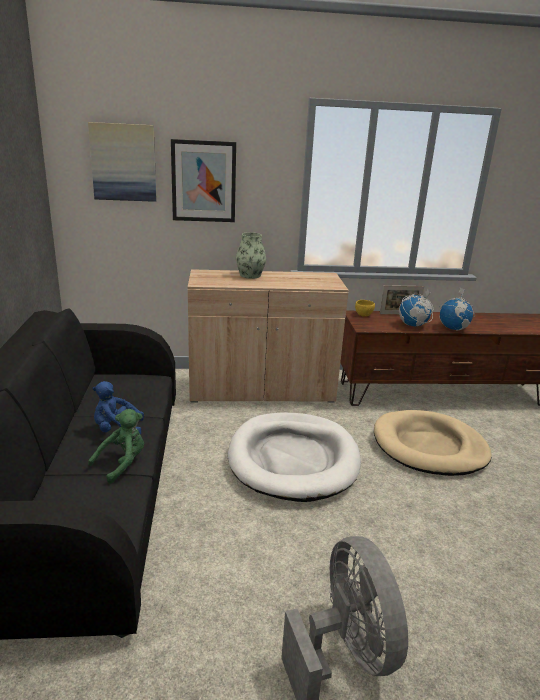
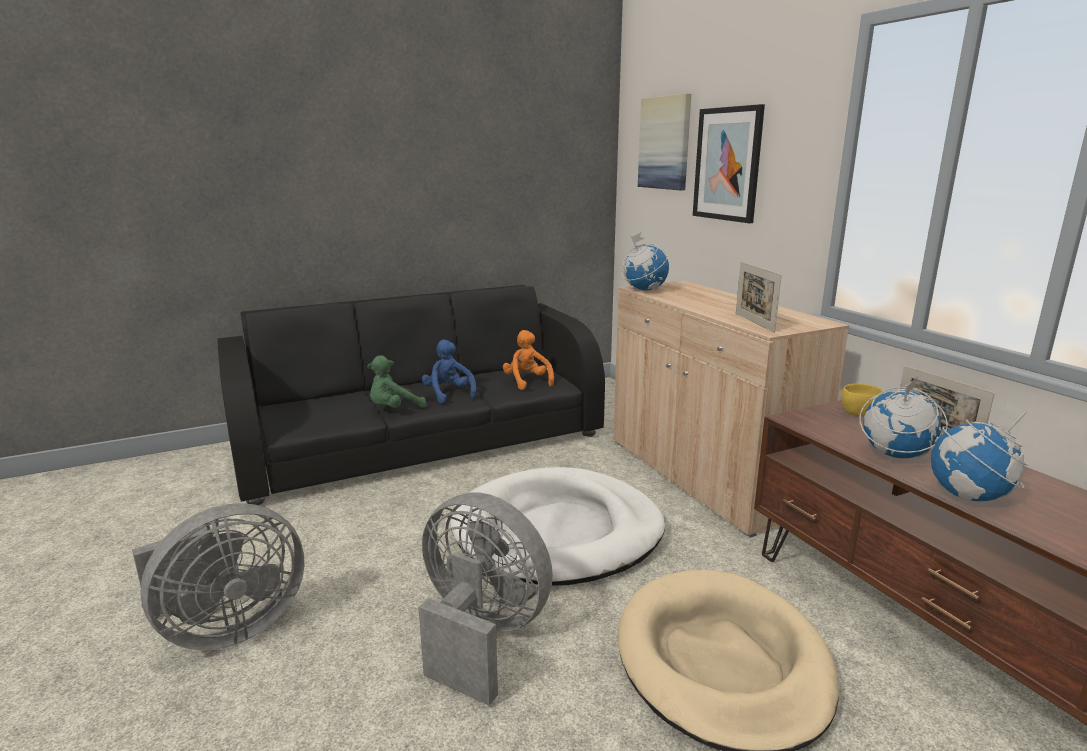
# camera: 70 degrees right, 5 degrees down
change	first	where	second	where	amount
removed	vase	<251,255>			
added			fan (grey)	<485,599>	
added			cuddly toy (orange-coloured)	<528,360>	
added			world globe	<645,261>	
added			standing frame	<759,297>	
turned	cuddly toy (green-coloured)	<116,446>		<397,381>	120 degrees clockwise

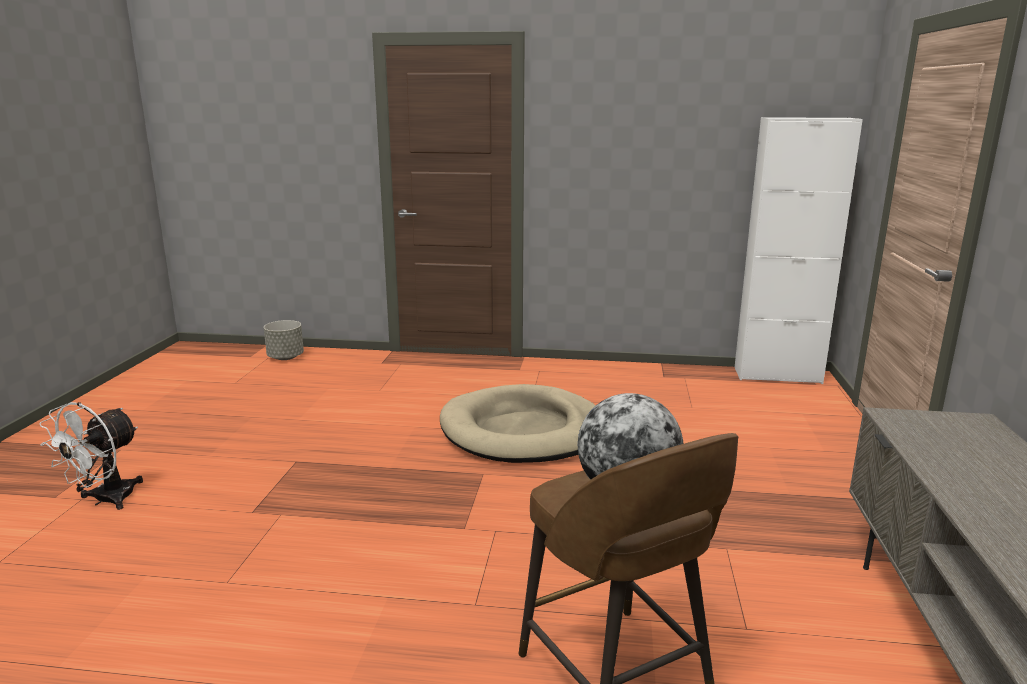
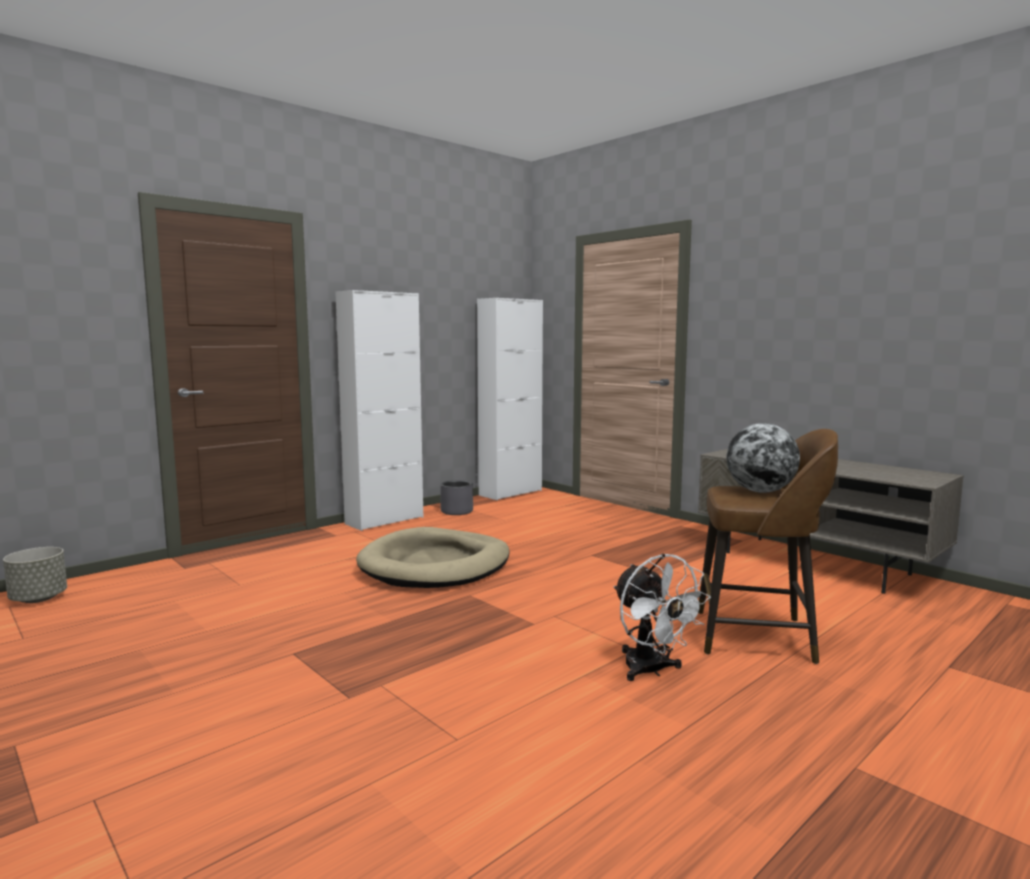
# camera: 50 degrees left, 10 degrees down
change	first	where	second	where	amount
added			cupboard (white)	<379,410>	
added			planter (grey)	<456,497>	
moved	fan (white)	<91,456>		<662,617>	

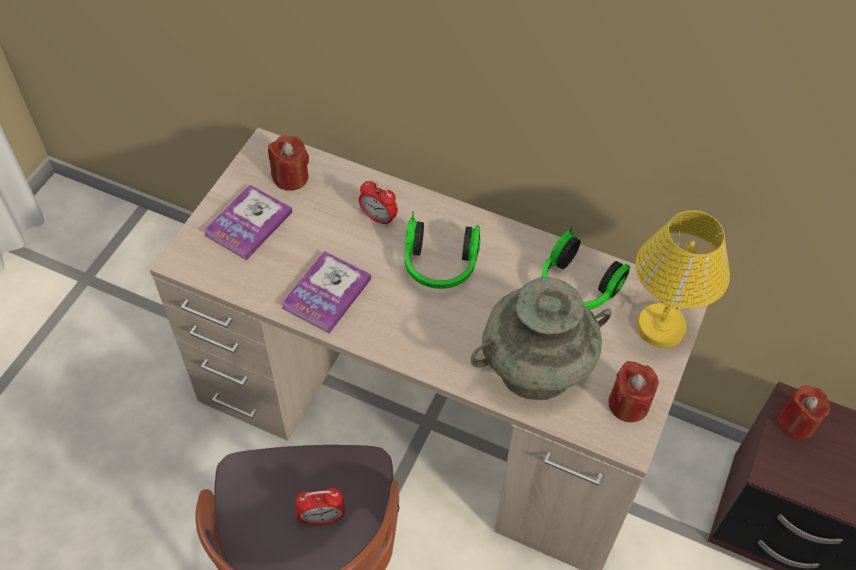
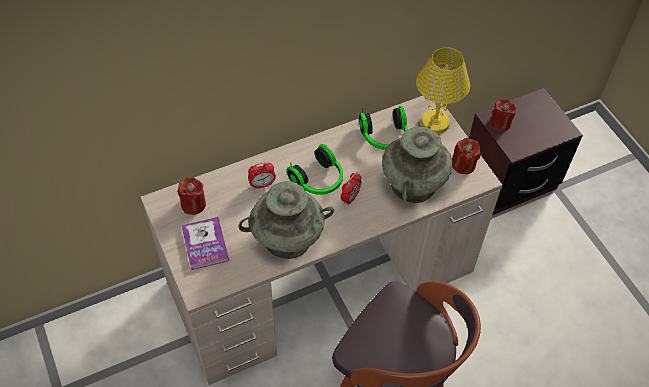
# camera: 50 degrees left, 0 degrees up
change	first	where	second	where	amount
moved	alarm clock	<320,506>		<351,189>	
replaced	volume	<326,292>	vase (turquoise-coloured)	<286,220>	

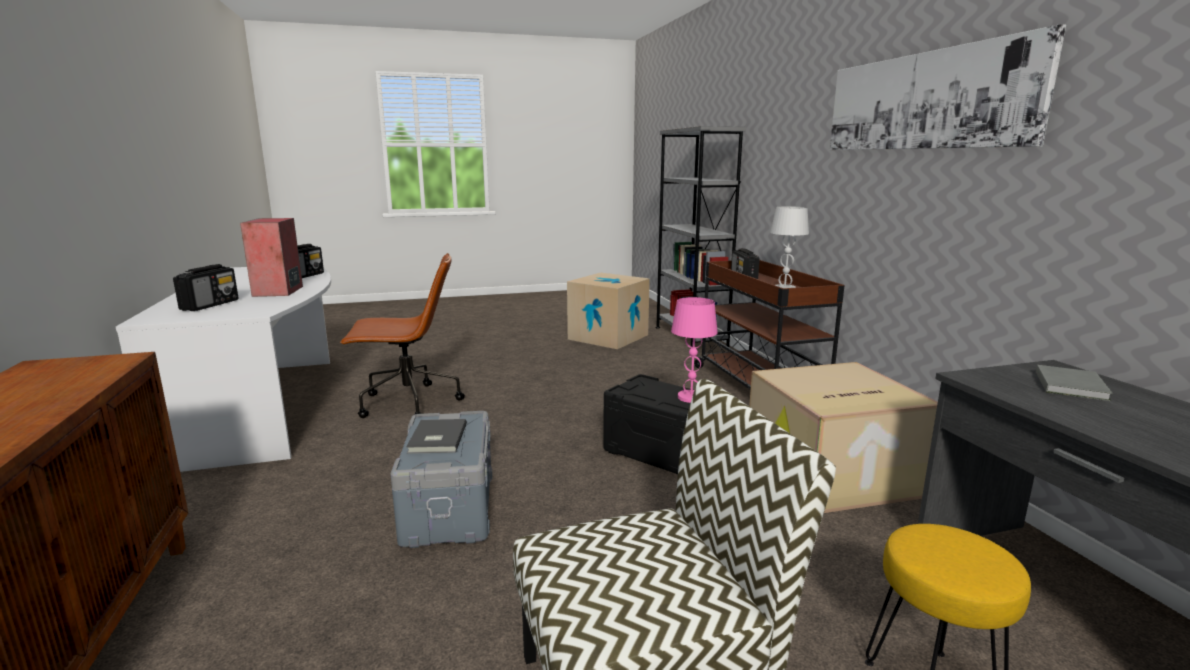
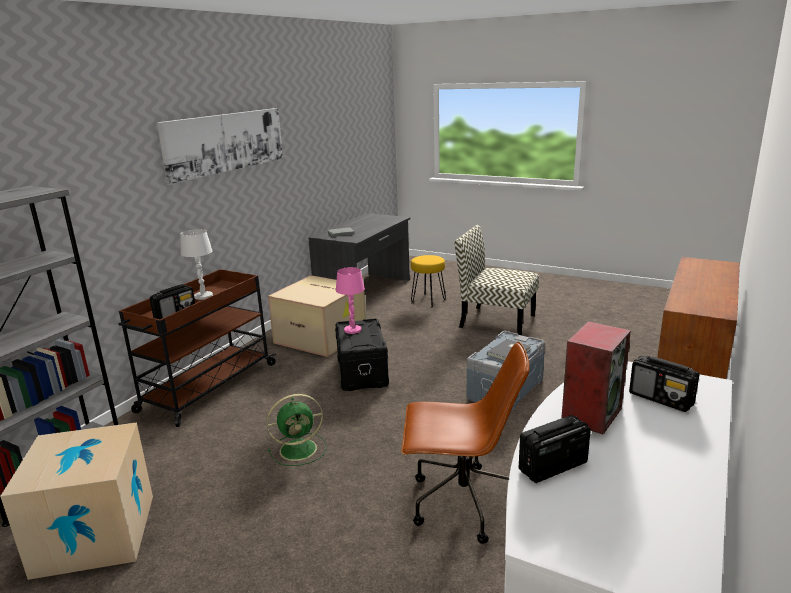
# camera: 135 degrees left, 5 degrees up
change	first	where	second	where	amount
added			fan (green-coloured)	<297,430>	
turned	radio receiver	<205,287>		<664,383>	105 degrees counterclockwise
turned	office chair (brownish)	<402,335>		<465,442>	150 degrees clockwise

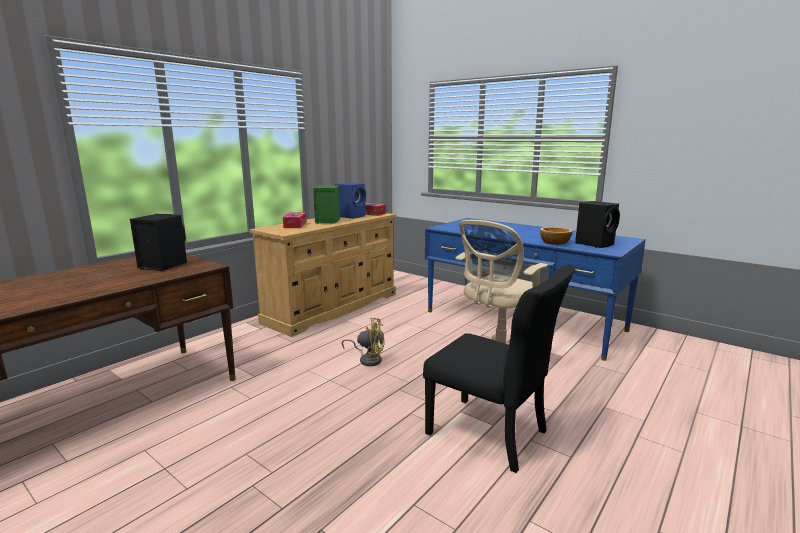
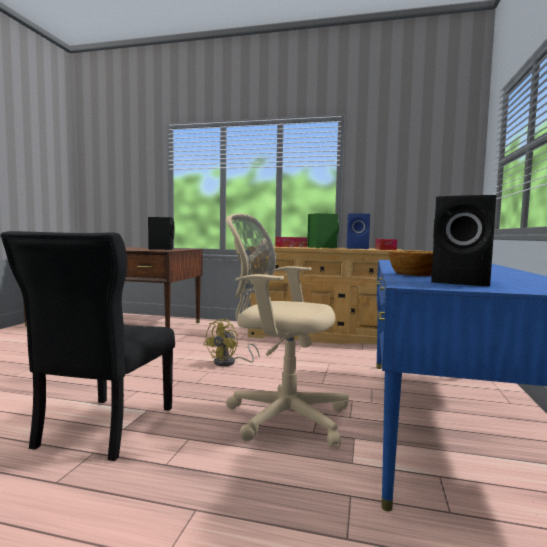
# camera: 65 degrees right, 10 degrees down
change	first	where	second	where	amount
turned	fan (yellow-coloured)	<363,341>		<231,342>	45 degrees clockwise

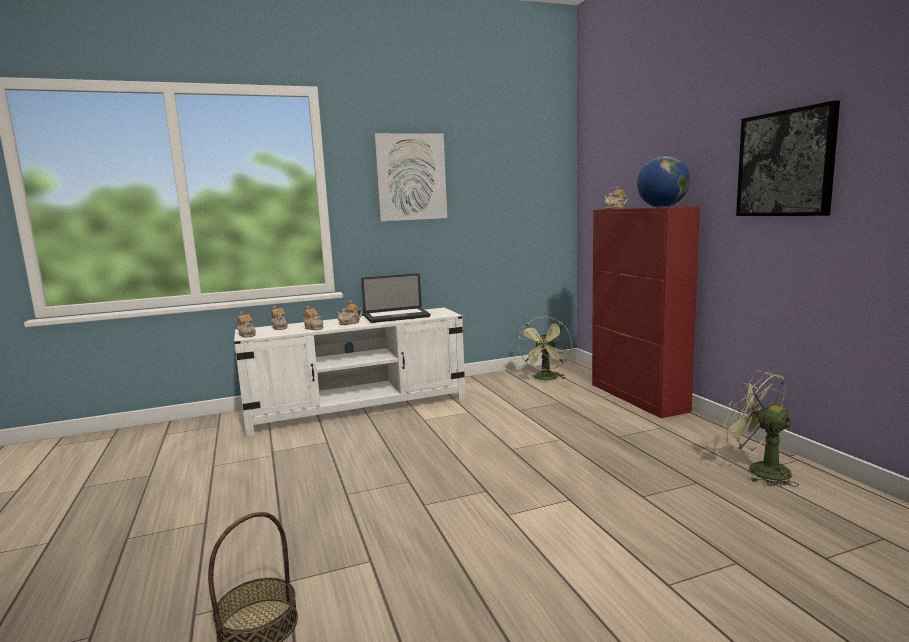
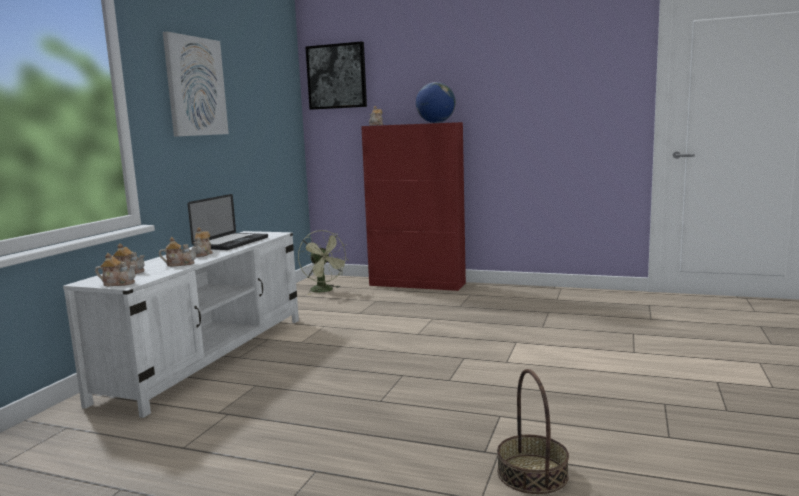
# camera: 50 degrees left, 0 degrees up
change	first	where	second	where	amount
removed	fan (green-coloured)	<761,429>			
moved	wall picture	<788,158>		<336,75>	

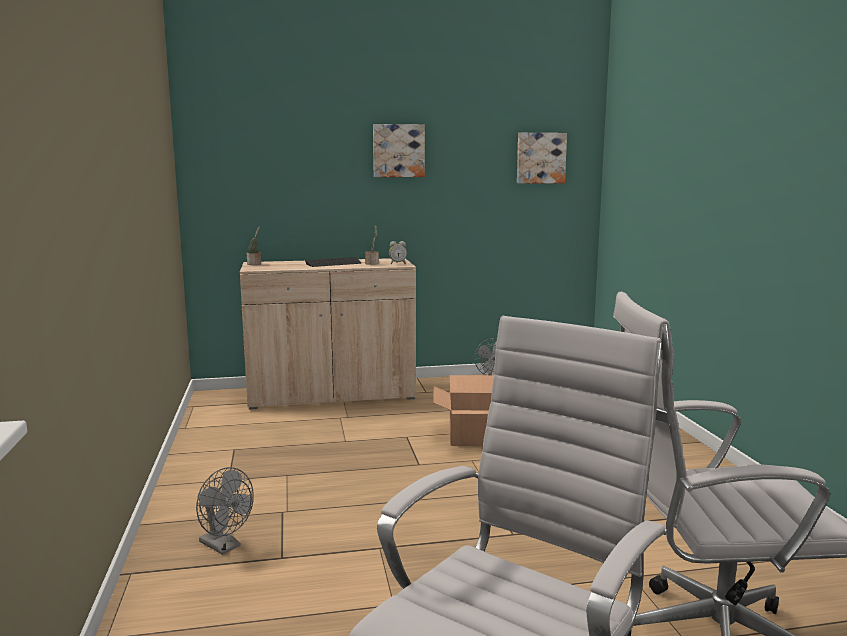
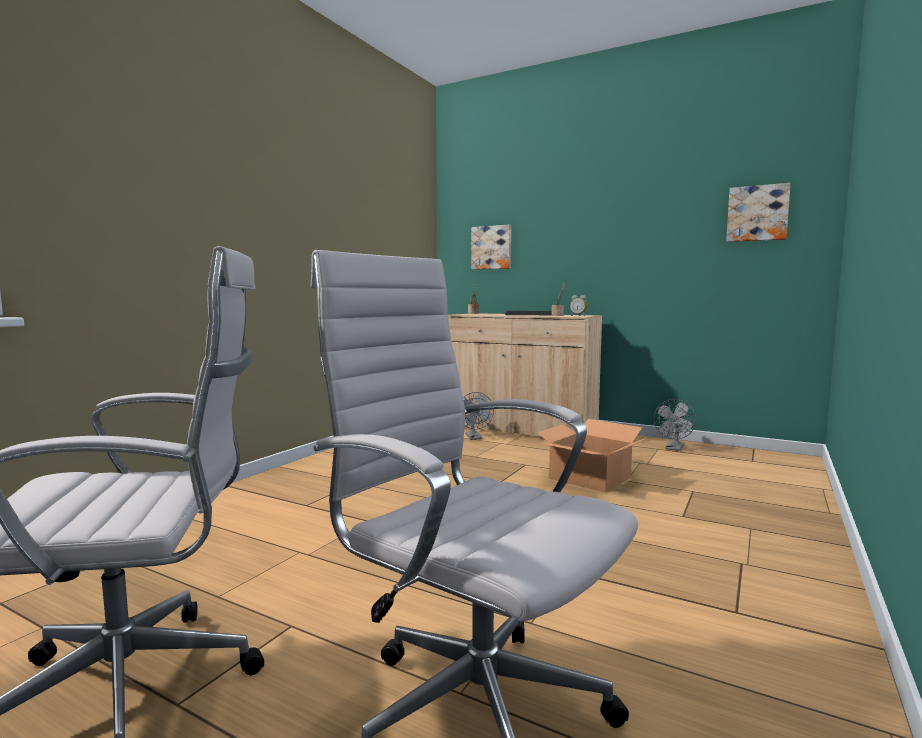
# camera: 40 degrees right, 5 degrees down
change	first	where	second	where	amount
moved	fan (grey)	<225,511>		<478,416>	
moved	wall picture	<399,150>		<491,247>	

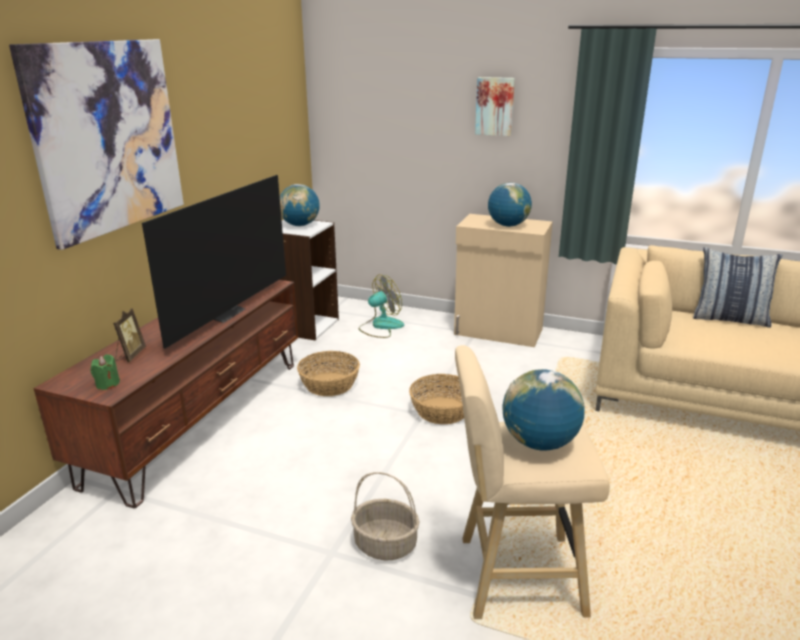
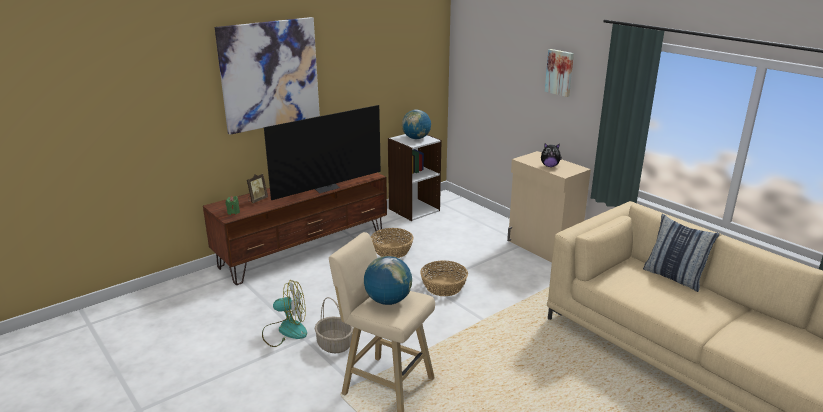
# camera: 30 degrees right, 0 degrees up
change	first	where	second	where	amount
moved	fan	<381,306>		<284,313>	
replaced	world globe	<510,204>	cuddly toy	<551,155>	

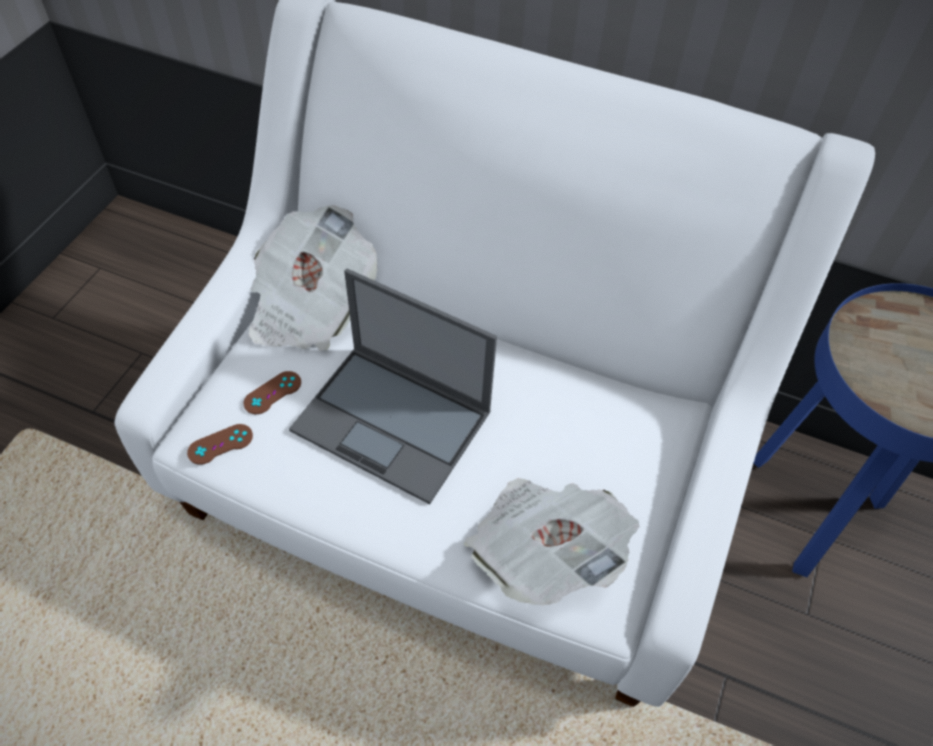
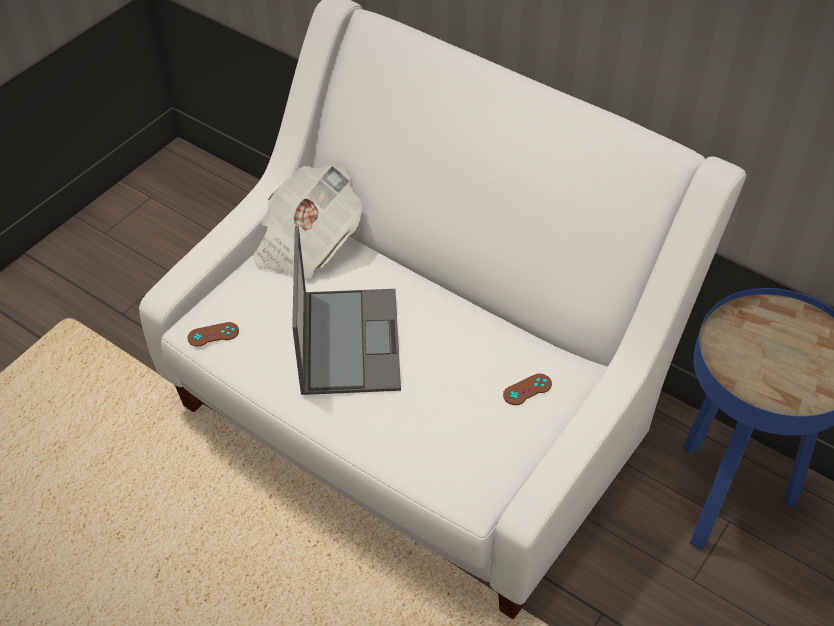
# camera: 15 degrees right, 5 degrees down
change	first	where	second	where	amount
removed	printed paper	<551,541>			
moved	gamepad (brownish)	<272,392>		<527,389>	
turned	portable computer	<393,386>		<346,310>	135 degrees counterclockwise

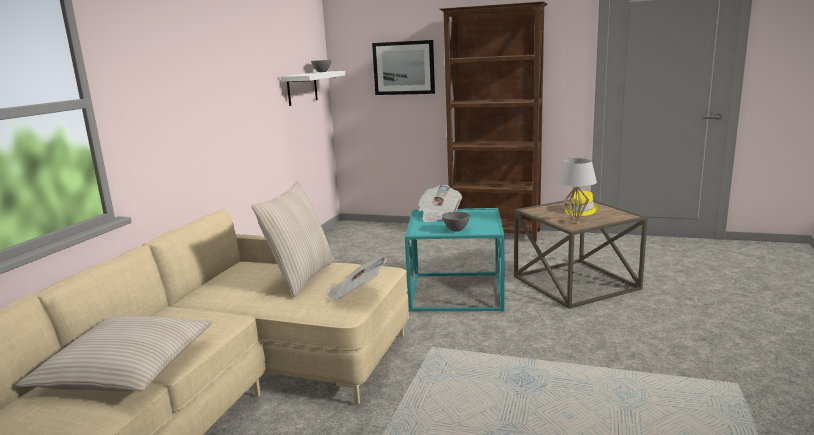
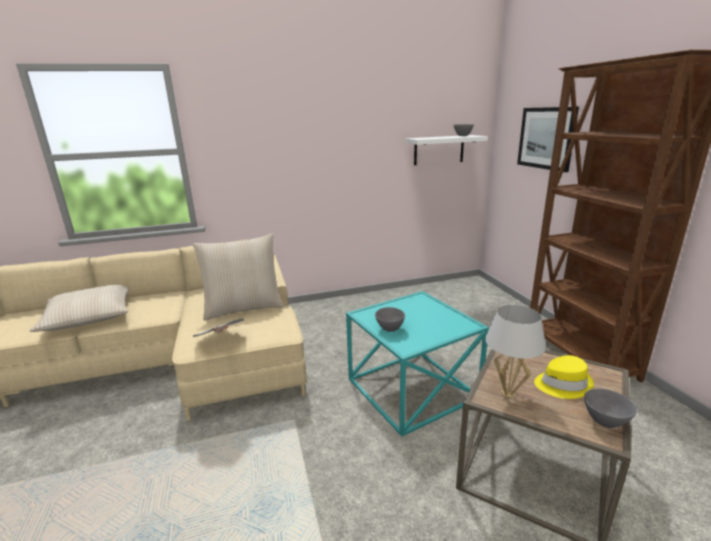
# camera: 55 degrees right, 5 degrees up
change	first	where	second	where	amount
removed	printed paper	<440,203>			
added			serving bowl (grey)	<610,408>	

